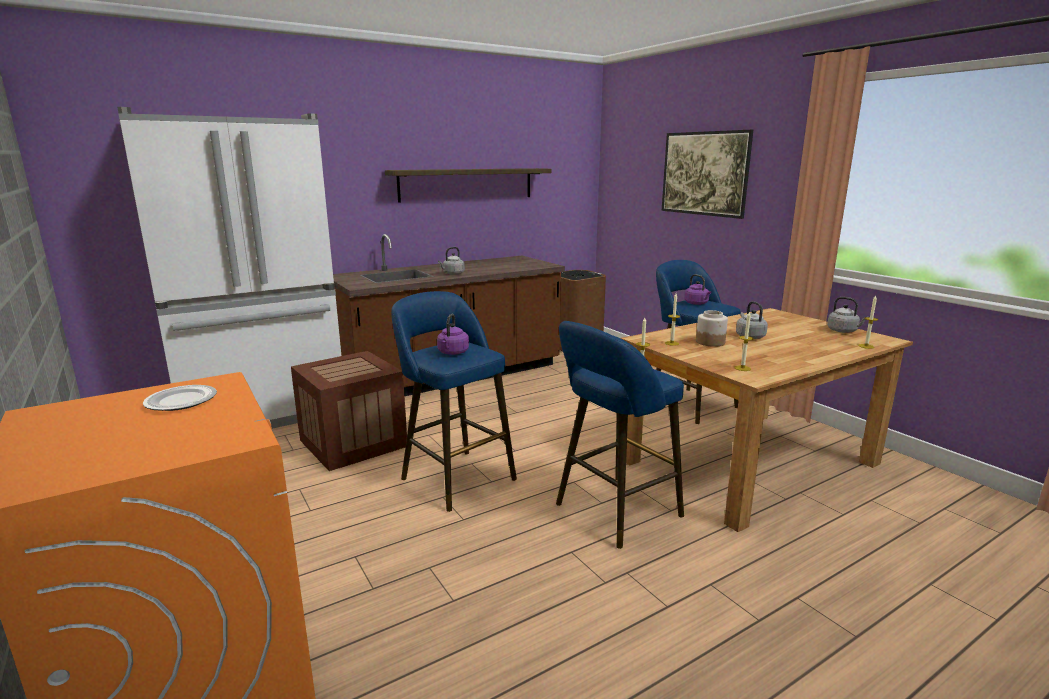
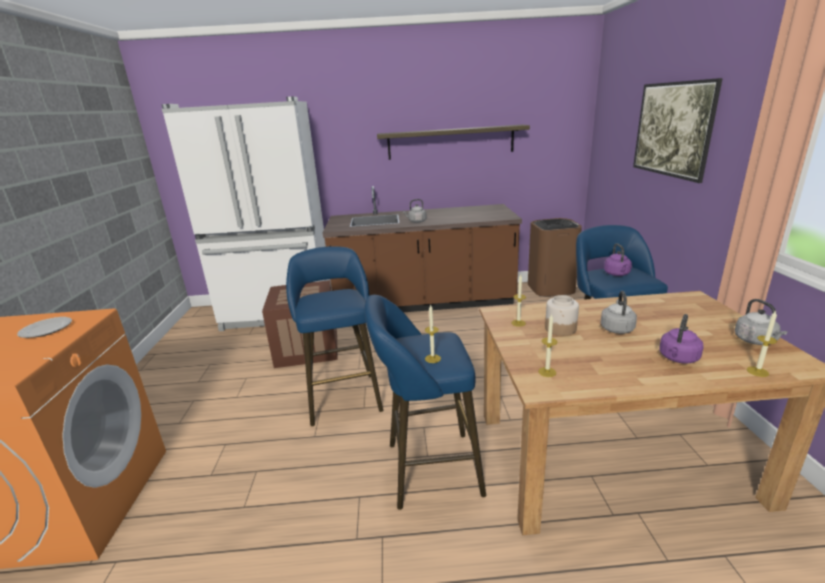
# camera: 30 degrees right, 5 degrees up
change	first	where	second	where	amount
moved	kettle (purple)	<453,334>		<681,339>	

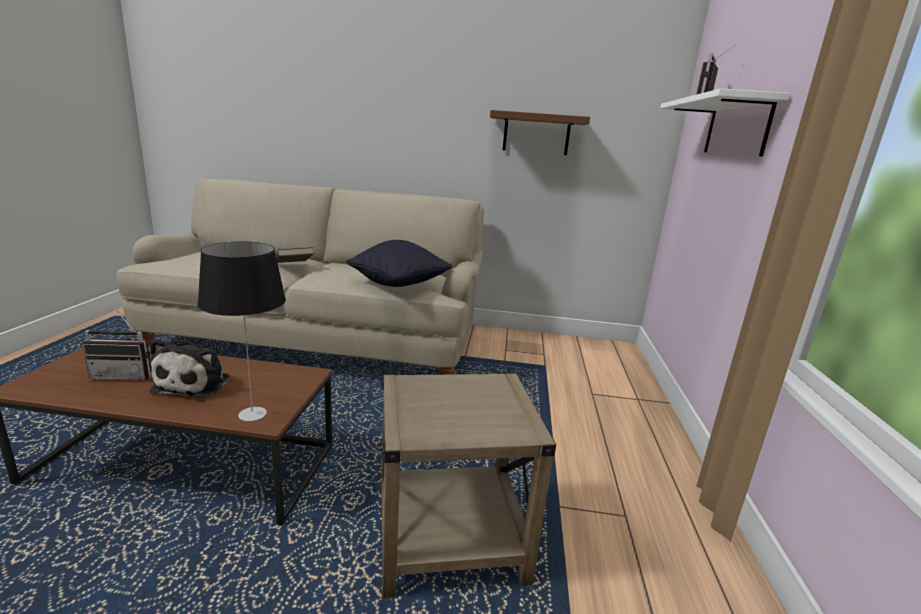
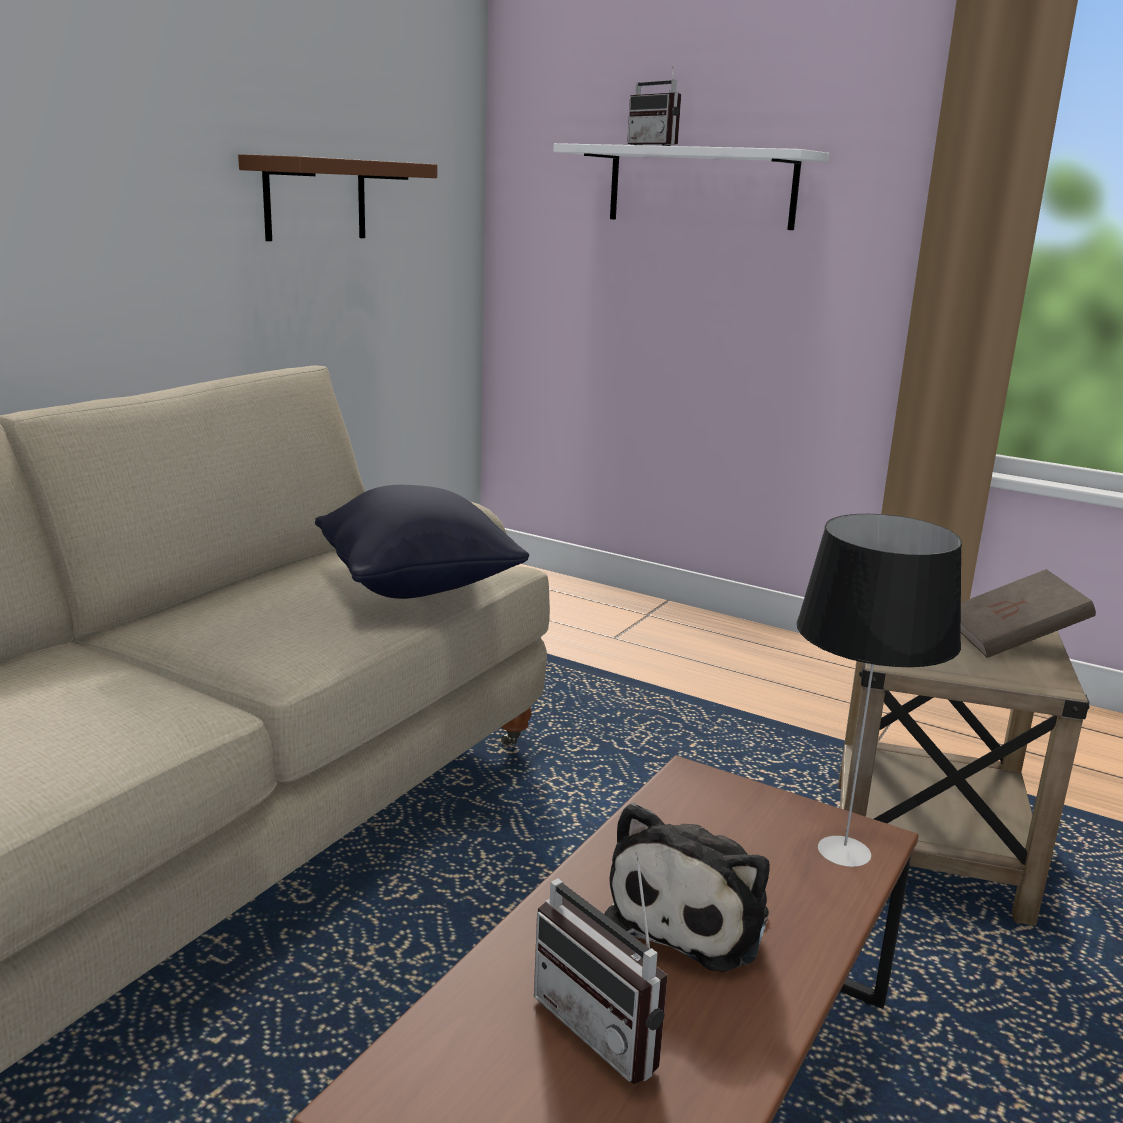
# camera: 65 degrees left, 0 degrees up
change	first	where	second	where	amount
moved	volume (brownish)	<294,255>		<1028,613>	
turned	radio receiver	<116,345>		<600,968>	120 degrees clockwise
turned	cuddly toy	<190,368>		<687,887>	90 degrees clockwise

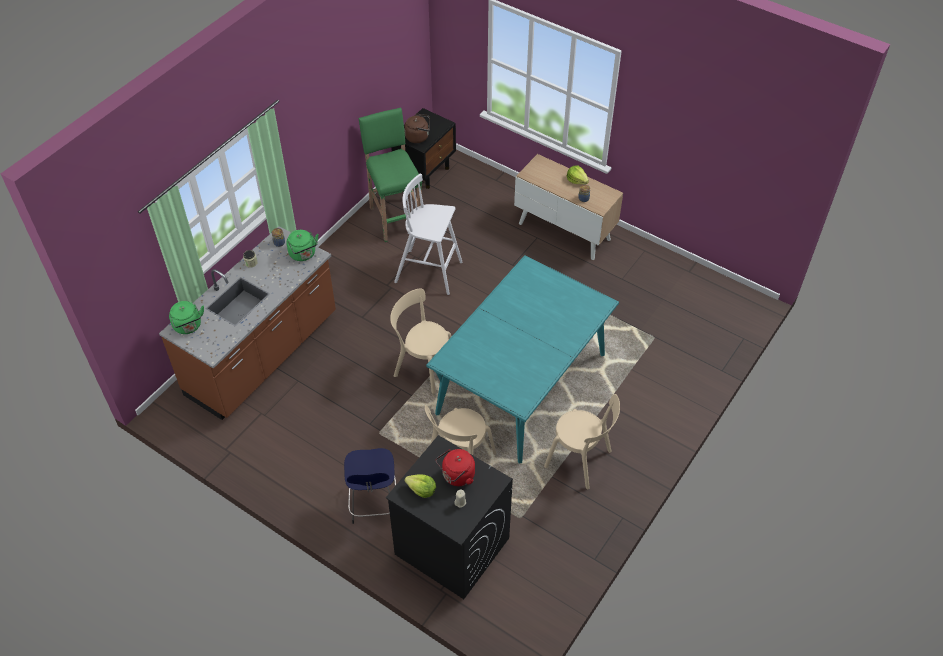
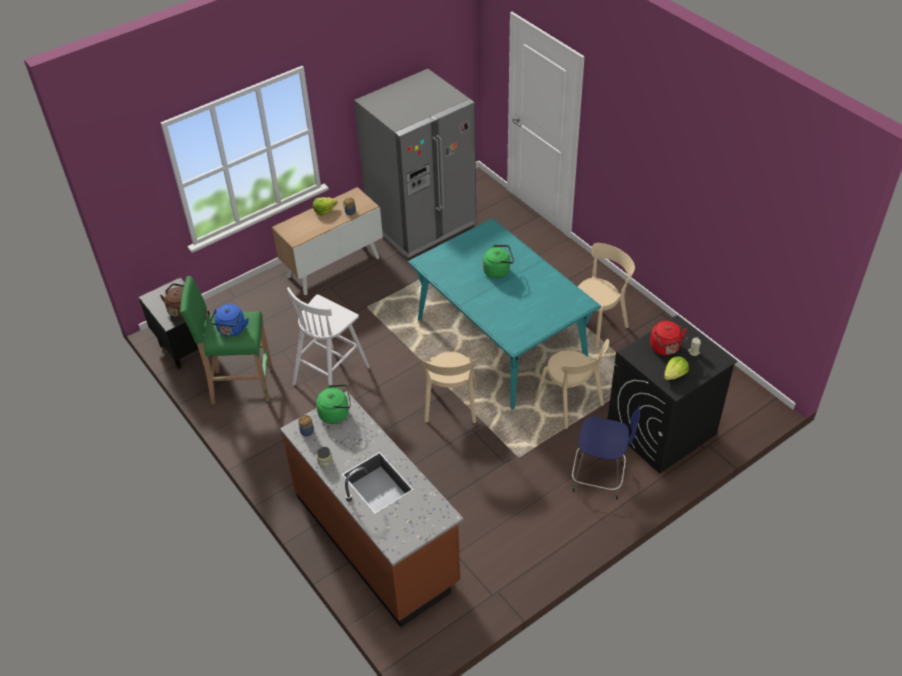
# camera: 70 degrees left, 5 degrees down
change	first	where	second	where	amount
added			kettle (blue)	<229,320>	
added			fridge (grey)	<415,163>	
moved	kettle (green-coloured)	<186,317>		<498,261>	
turned	chair (beige)	<421,341>		<448,387>	45 degrees counterclockwise

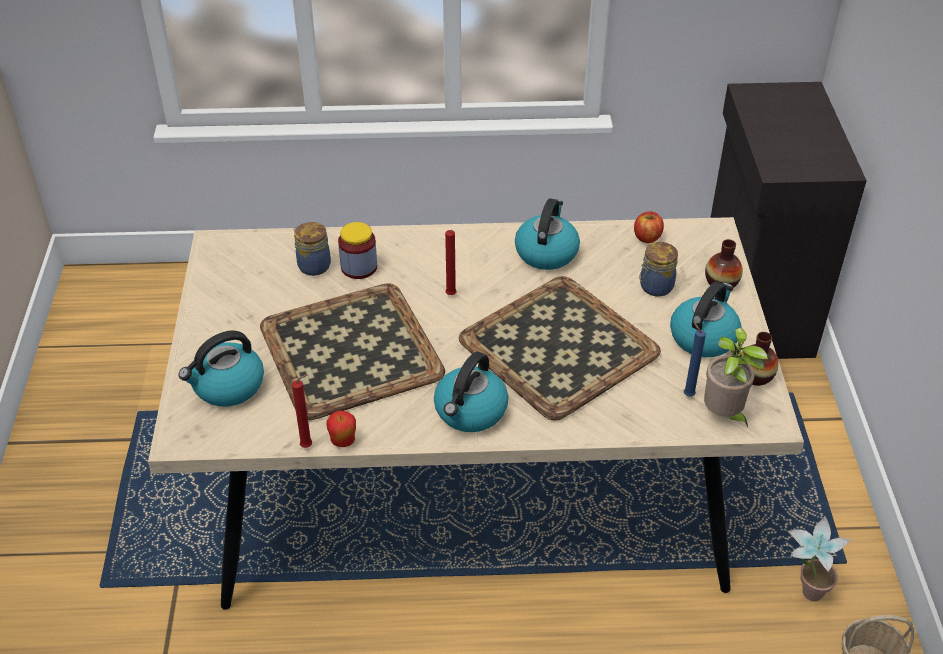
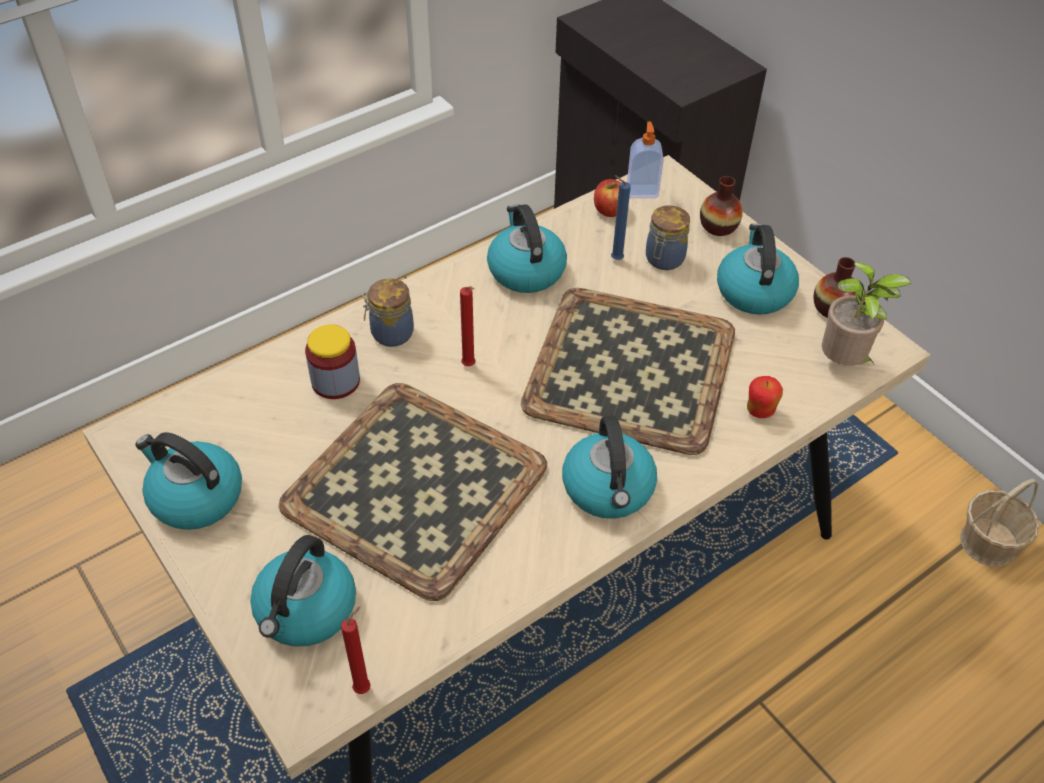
# camera: 35 degrees left, 5 degrees up
change	first	where	second	where	amount
removed	potted plant	<819,558>			
added			kettle	<188,481>	
added			soap dispenser	<645,159>	
moved	wax candle (red-coloured)	<302,411>		<356,650>	
moved	jar	<312,249>		<388,312>	
moved	apple	<341,429>		<765,397>	
moved	wax candle (blue)	<695,359>		<621,217>	

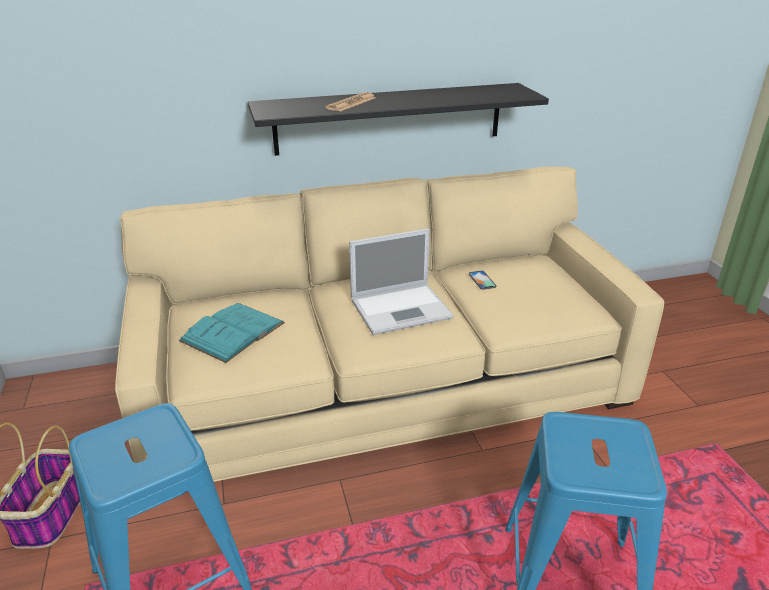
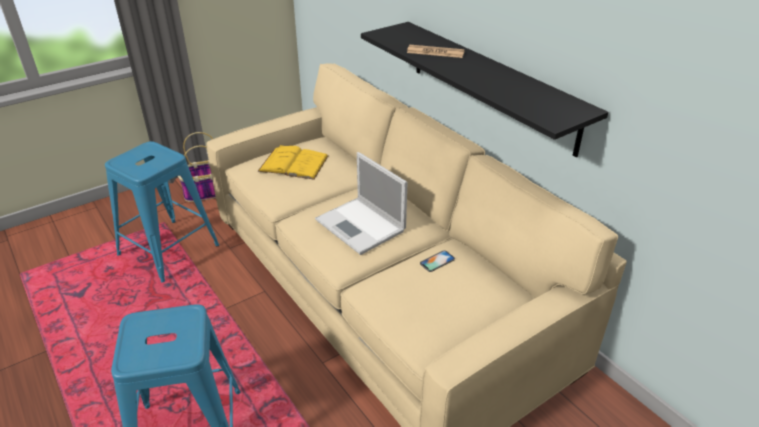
# camera: 70 degrees right, 5 degrees up
change	first	where	second	where	amount
recoloured	volume (turquoise-coloured)	<232,333>	volume (yellow-coloured)	<293,162>	

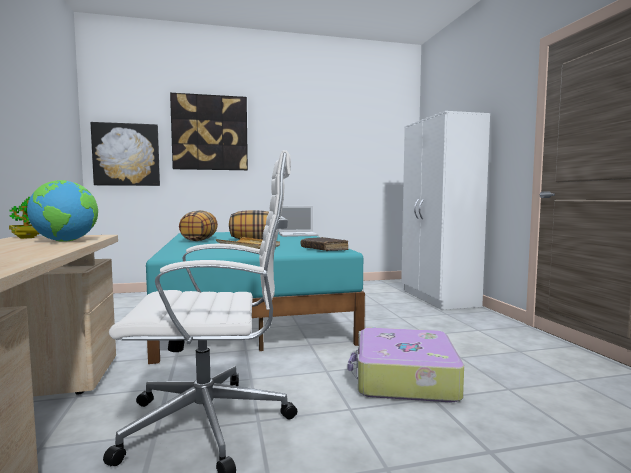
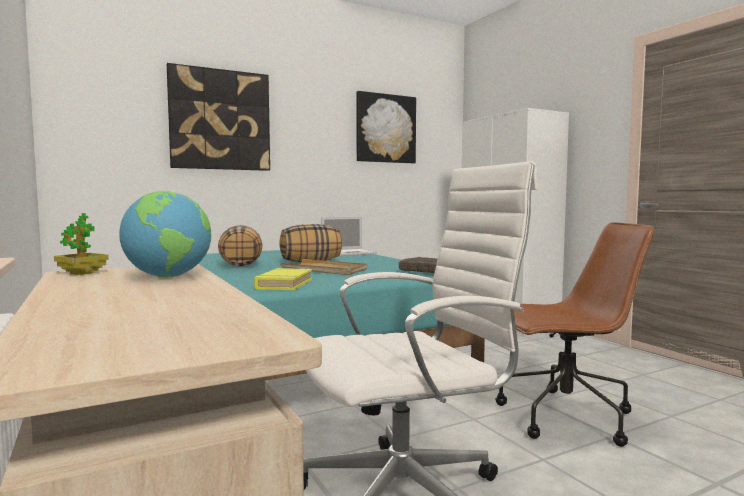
# camera: 15 degrees left, 0 degrees up
change	first	where	second	where	amount
added			volume (yellow-coloured)	<283,279>	
moved	wall picture	<125,154>		<386,127>	
replaced	piece of luggage	<406,365>	office chair (brownish)	<575,334>	

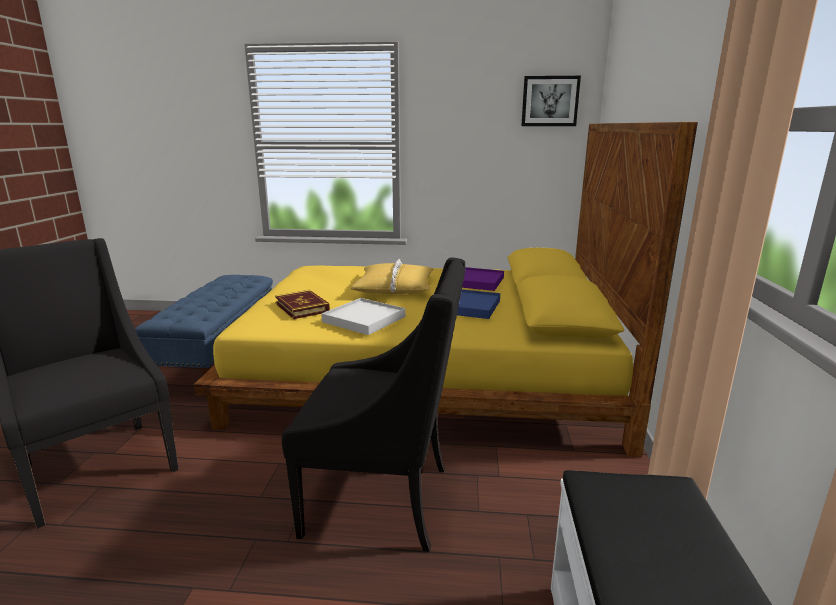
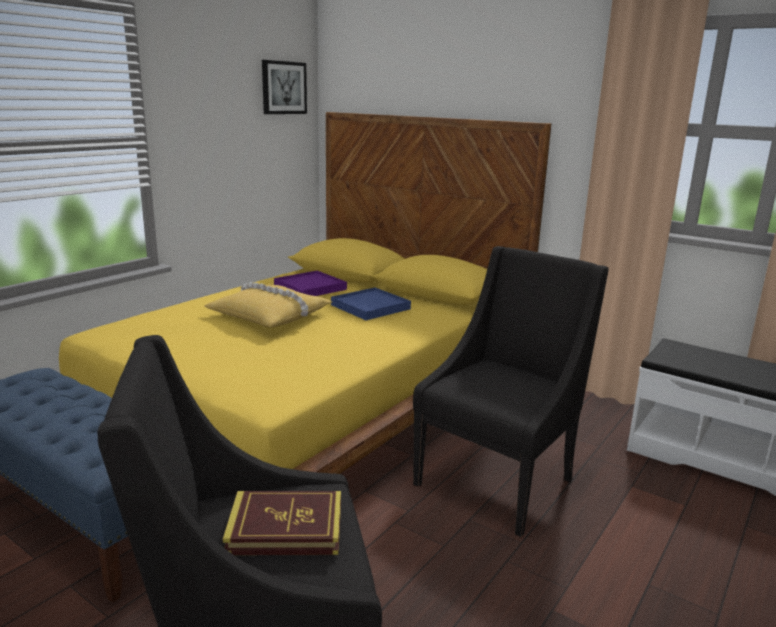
# camera: 60 degrees left, 0 degrees up
change	first	where	second	where	amount
removed	tray (white)	<363,316>			
moved	volume	<302,304>		<282,523>	

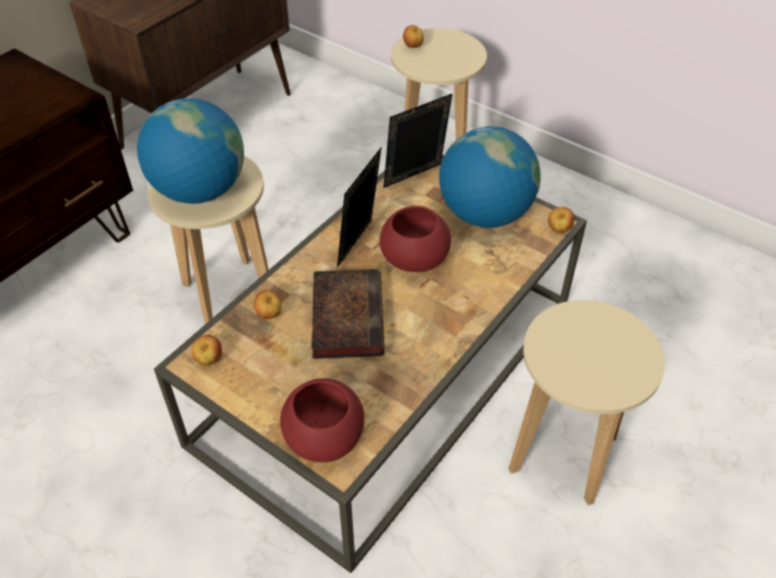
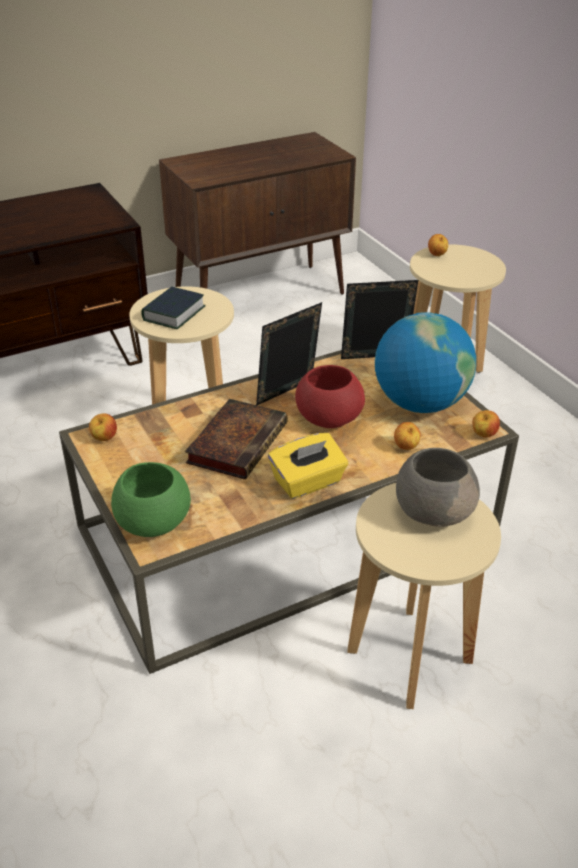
# camera: 25 degrees right, 10 degrees down
change	first	where	second	where	amount
added			tissue holder (yellow-coloured)	<308,466>	
added			serving bowl (grey)	<438,487>	
moved	apple	<267,304>		<407,436>	
replaced	world globe	<190,151>	volume	<173,308>	
recoloured	serving bowl (red-coloured)	<322,420>	serving bowl (green-coloured)	<151,499>	

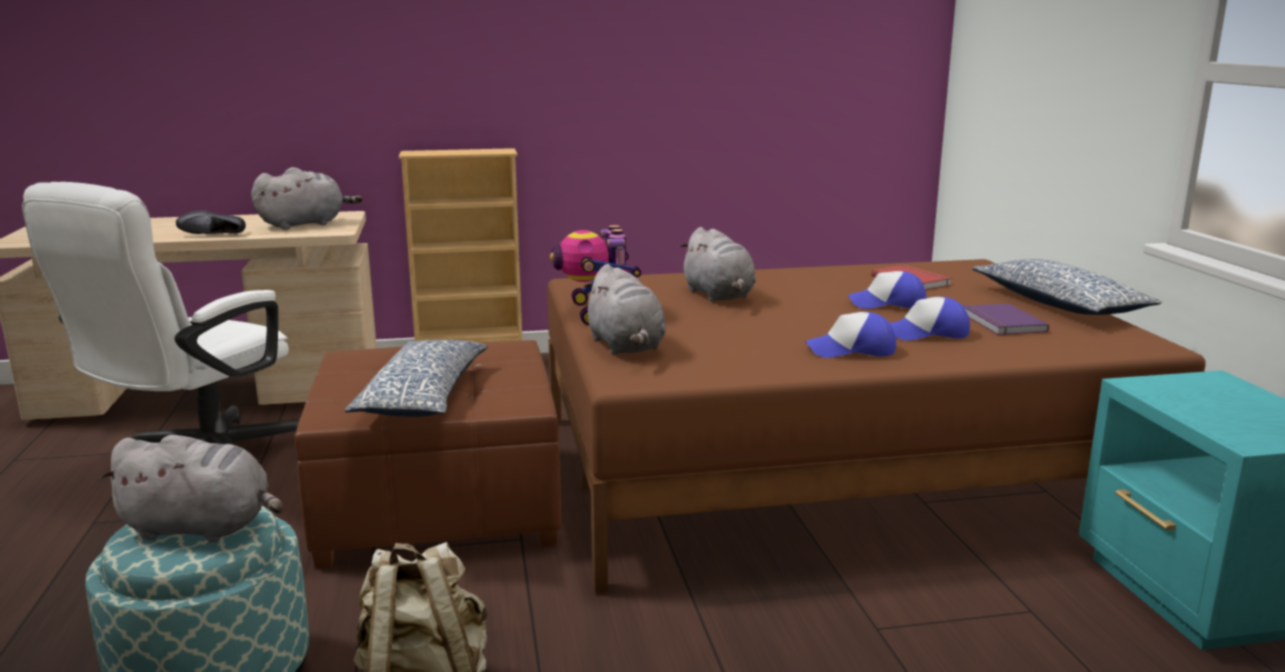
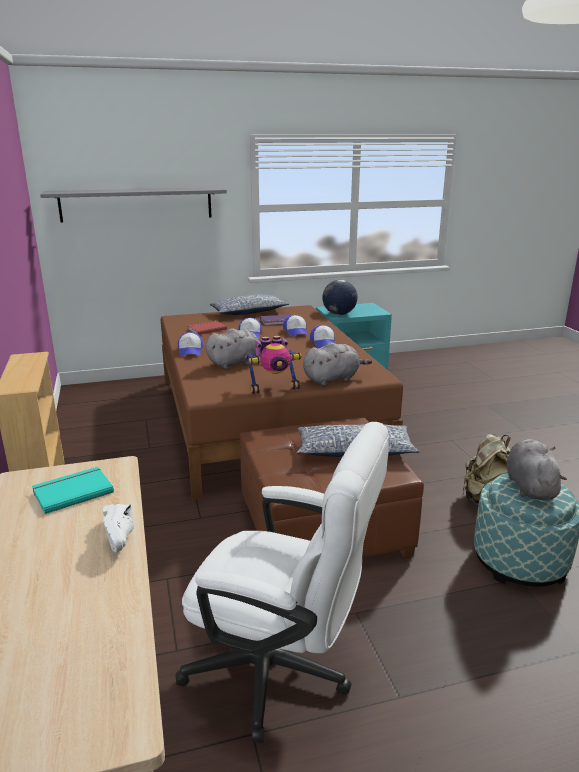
# camera: 95 degrees left, 5 degrees up
change	first	where	second	where	amount
added			shelf (grey)	<133,205>	
added			cap	<190,344>	
added			world globe	<340,297>	
replaced	cuddly toy (grey)	<307,198>	volume (turquoise-coloured)	<73,490>	
recoloured	low shoe (black-coloured)	<211,222>	low shoe (white)	<118,528>	

